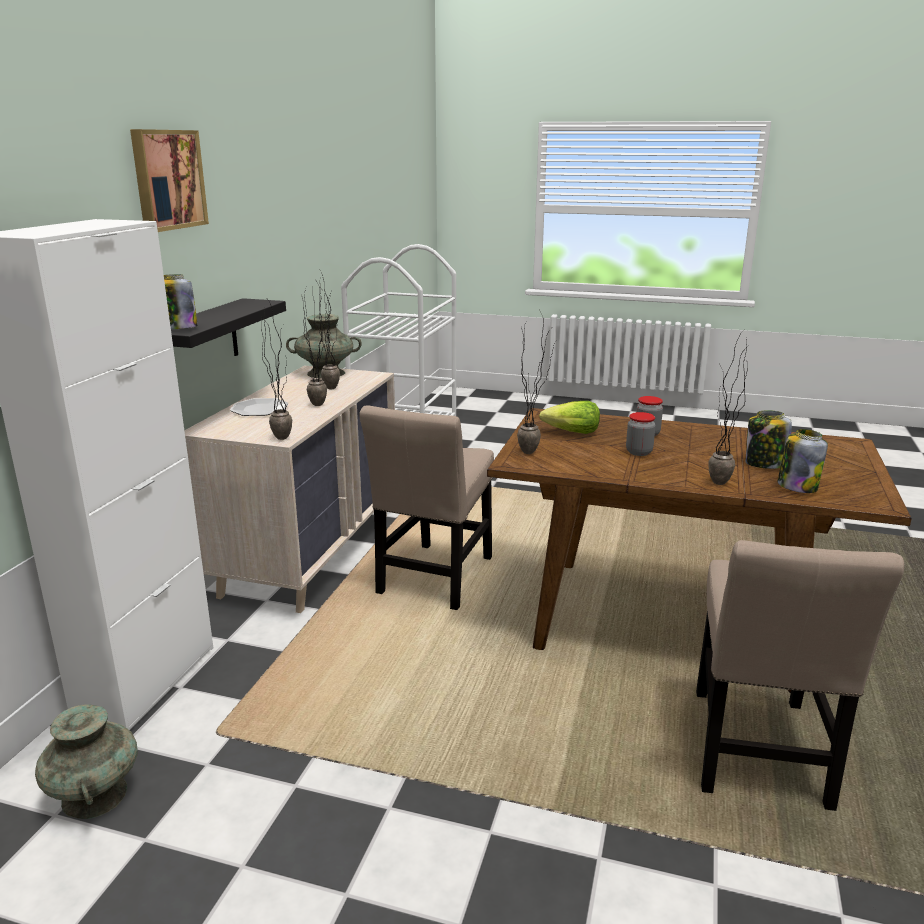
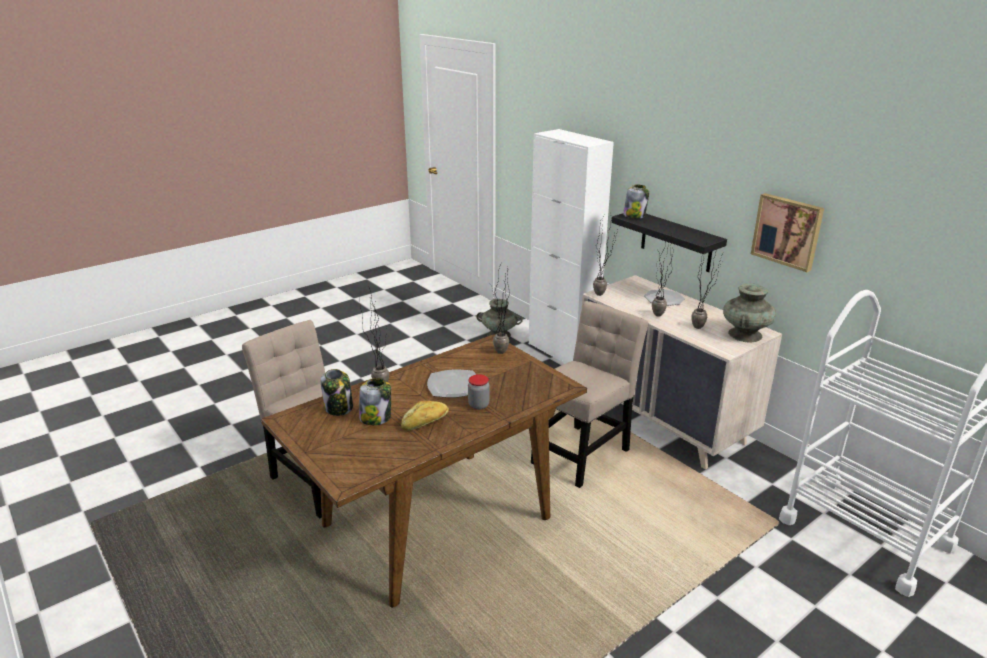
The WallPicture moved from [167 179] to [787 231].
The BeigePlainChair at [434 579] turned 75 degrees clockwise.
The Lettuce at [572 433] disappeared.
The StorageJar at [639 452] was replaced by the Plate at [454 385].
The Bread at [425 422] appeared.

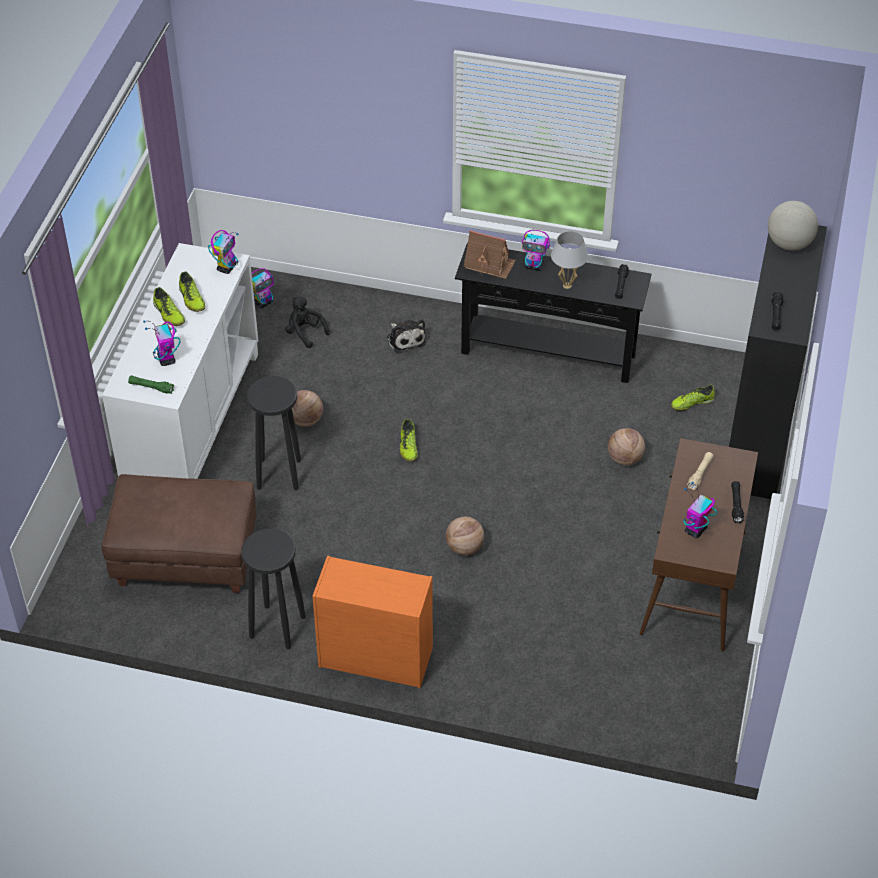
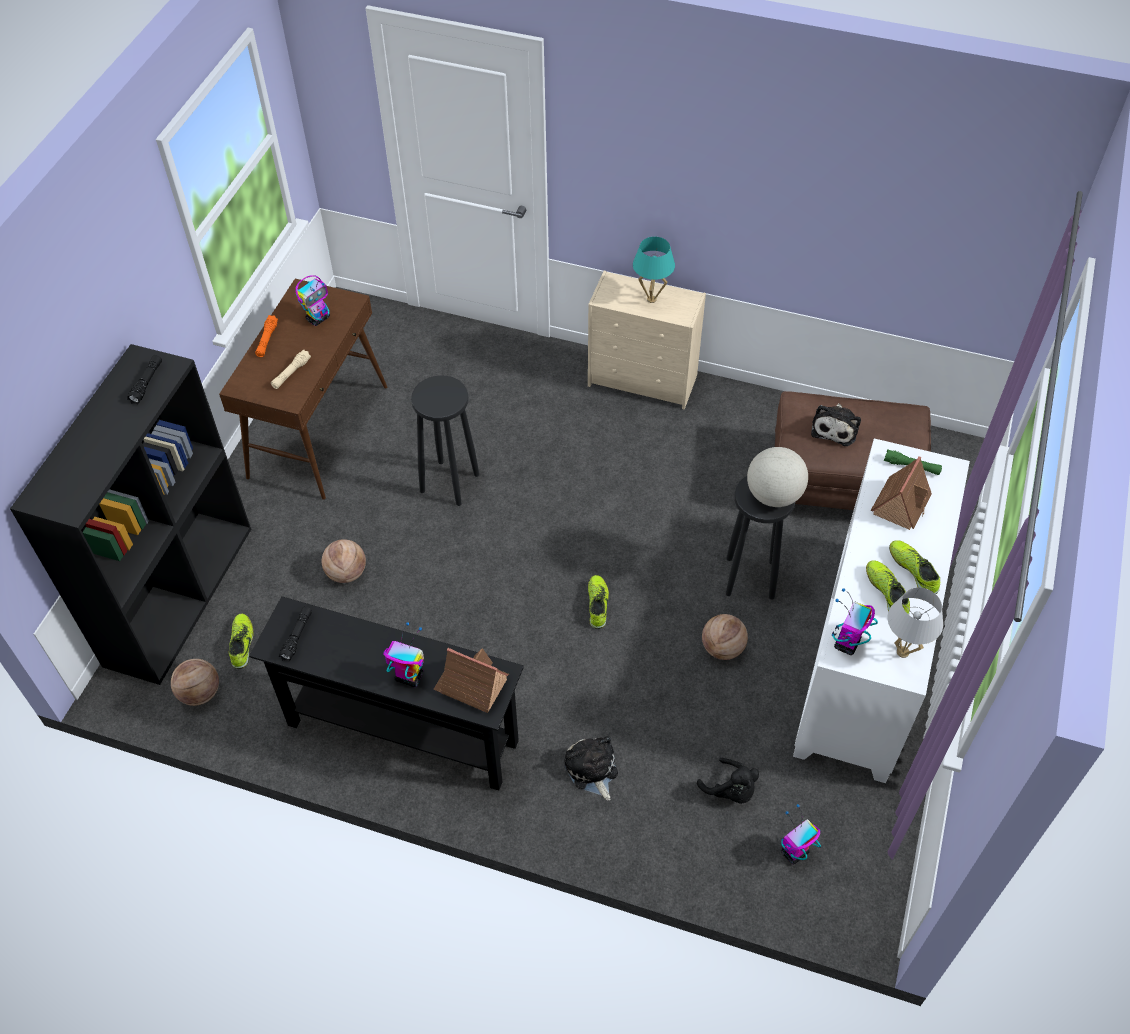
The RobotFigure at [166 359] was replaced by the ToyHouse at [901 503].
The BlackColouredStool moved from [277 627] to [450 482].
The OrangeColouredDresser at [374 657] became the BeigeDresser at [644 381].
The Basketball moved from [464 547] to [200 693].
The WhitishLampForATable moved from [567 286] to [903 652].
The LowShoe at [692 403] turned 75 degrees counterclockwise.
The BlackColouredTorch at [736 505] became the OrangeColouredTorch at [267 340].
The DeskGlobe moved from [789 244] to [774 495].
The BlueGreenLampForATable at [651 299] appeared.
The SoftToy at [835 428] appeared.

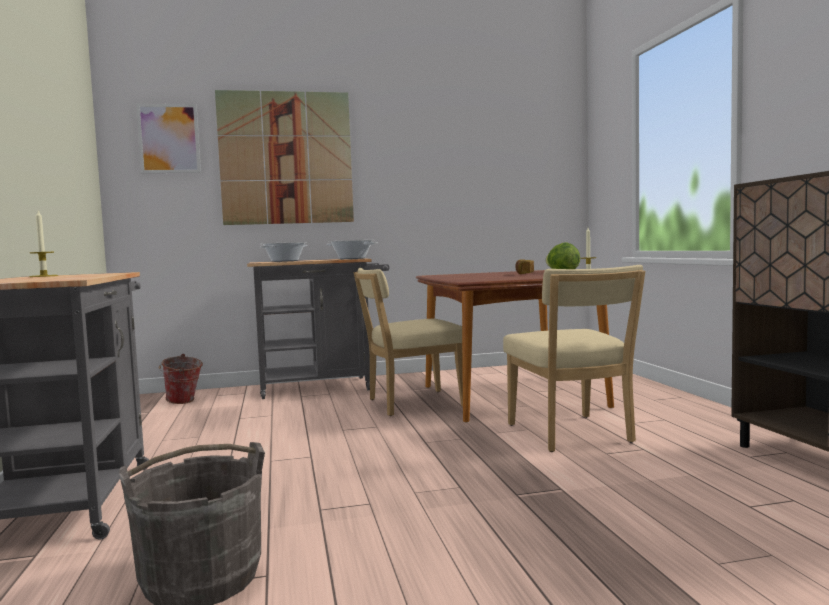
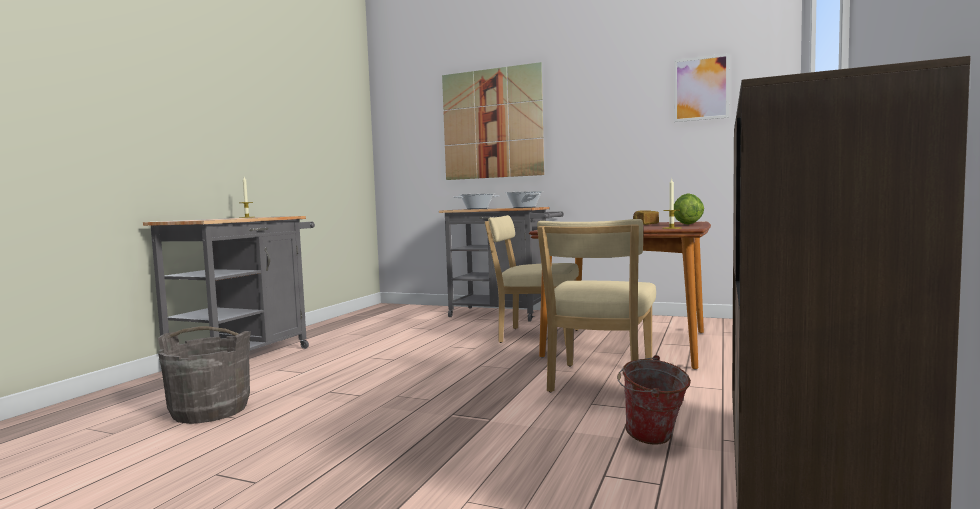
The WallPicture moved from [169 138] to [701 88].
The WaterBucket moved from [183 402] to [653 440].

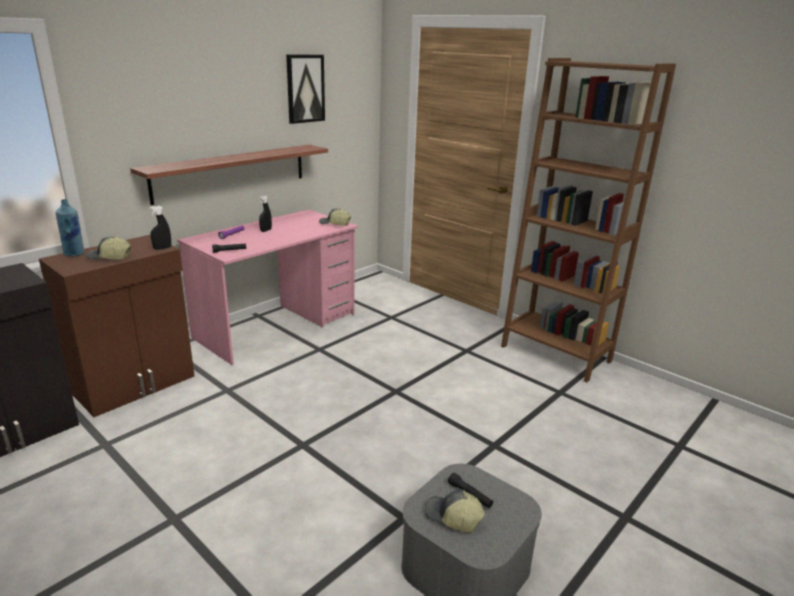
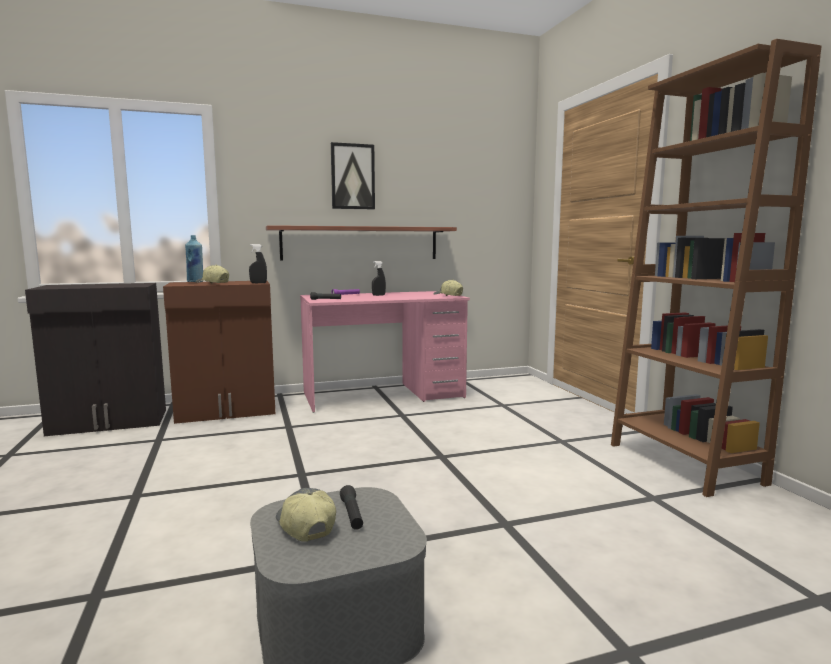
The WallPicture moved from [305 88] to [352 176].

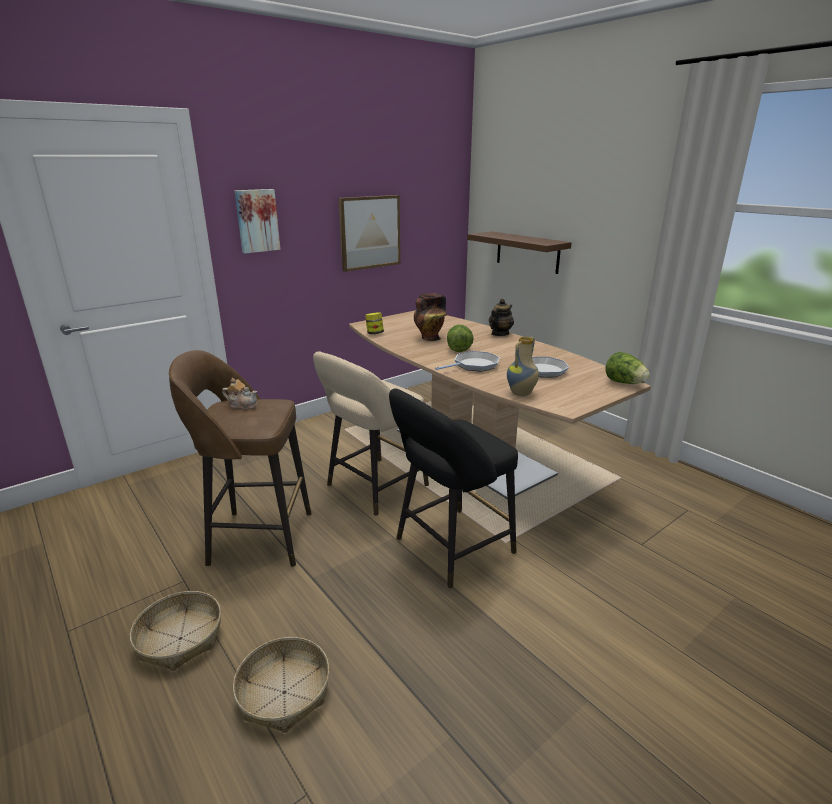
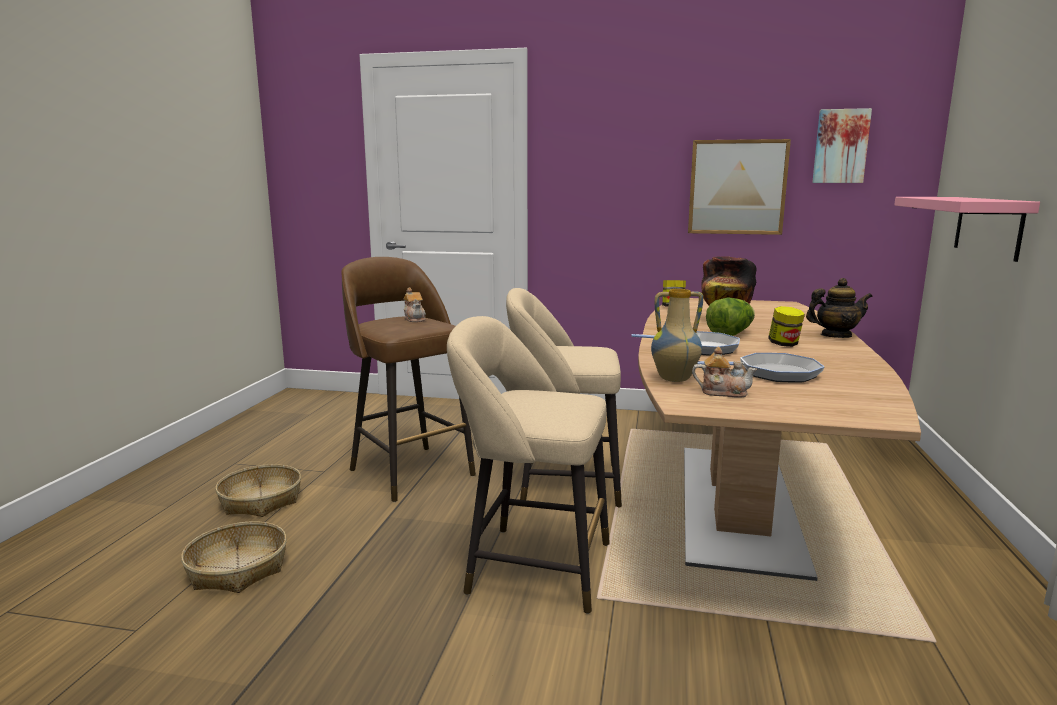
The WallPicture moved from [257 220] to [840 146].
The BlackColouredStool at [449 548] became the BeigeStool at [531 566].
The BrownColouredWallShelf at [527 252] became the PinkishWallShelf at [988 226].
The Lettuce at [625 383] disappeared.
The PotForTea at [722 392] appeared.
The StorageJar at [784 344] appeared.

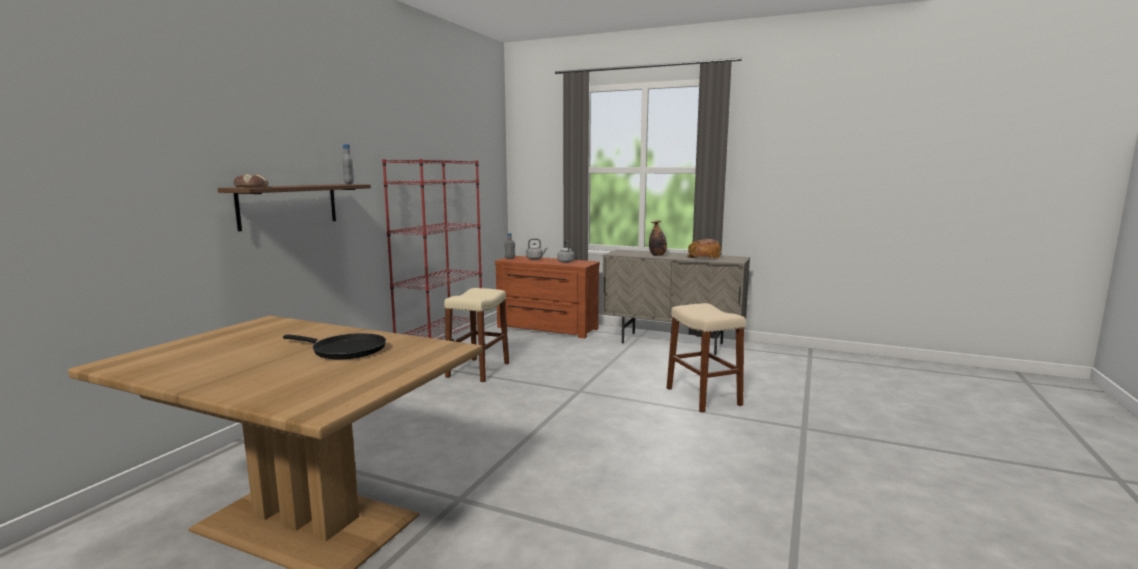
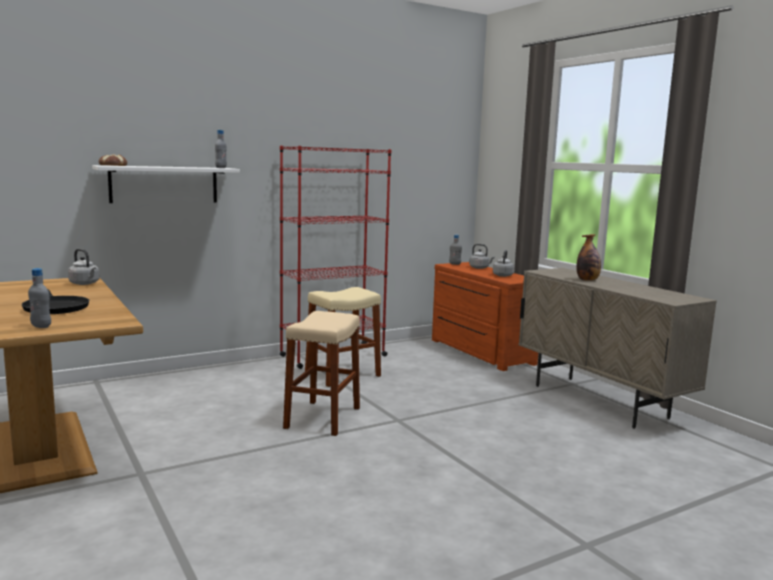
The BrownColouredWallShelf at [288 205] became the WhitishWallShelf at [164 184].
The BeigeStool moved from [703 396] to [323 418].
The Bread at [702 257] disappeared.
The GrayBeverageBottle at [41 326] appeared.
The GrayWaterKettle at [85 284] appeared.

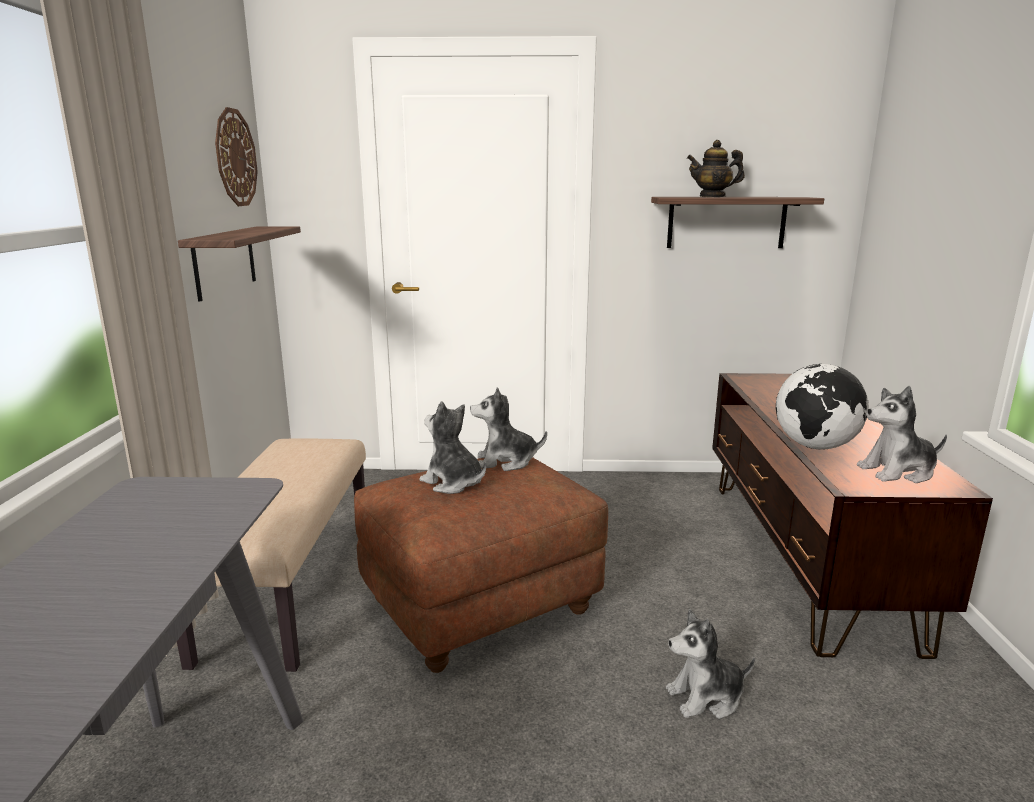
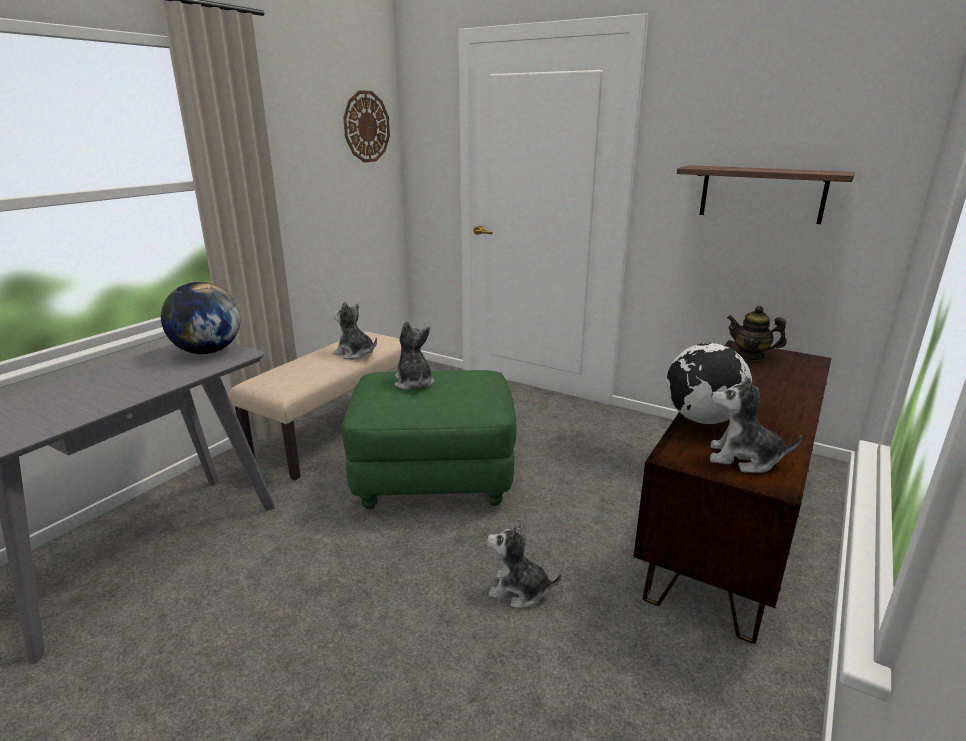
The WallShelf at [225 261] disappeared.
The BrownColouredFootrest at [481 605] became the GreenishFootrest at [434 478].
The SoftToy moved from [505 461] to [355 353].
The PotForTea moved from [713 196] to [750 356].
The DeskGlobe at [207 351] appeared.

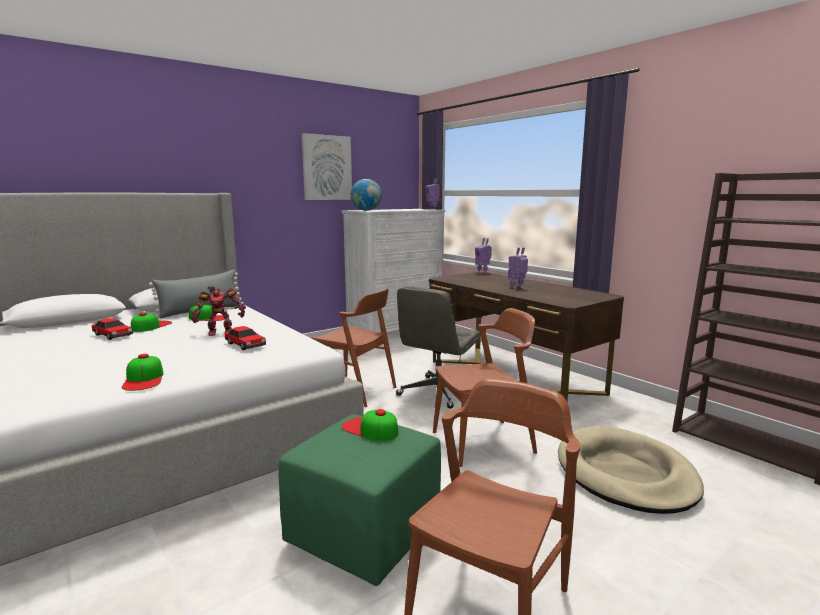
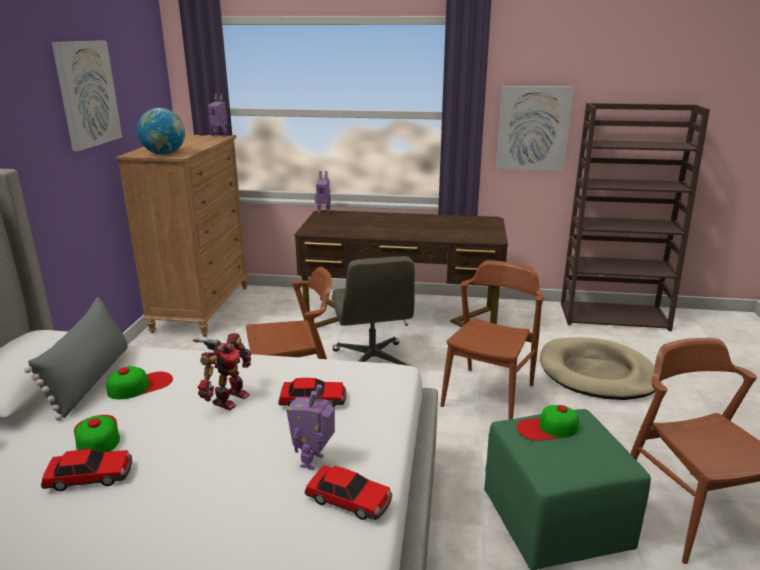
The PeakedCap at [144 379] was replaced by the ModelCar at [349 500].
The WhitishDresser at [395 334] became the BrownColouredDresser at [202 308].
The RobotFigure moved from [517 287] to [313 461].
The WallPicture at [533 128] appeared.

